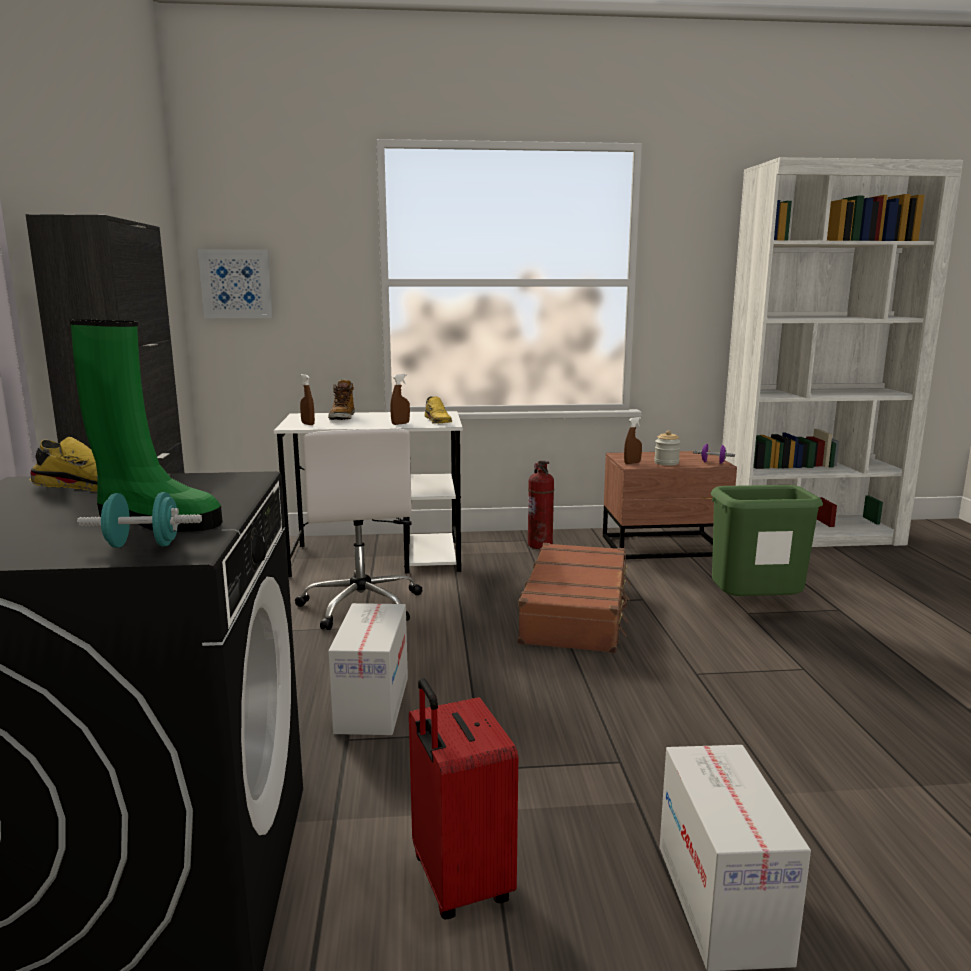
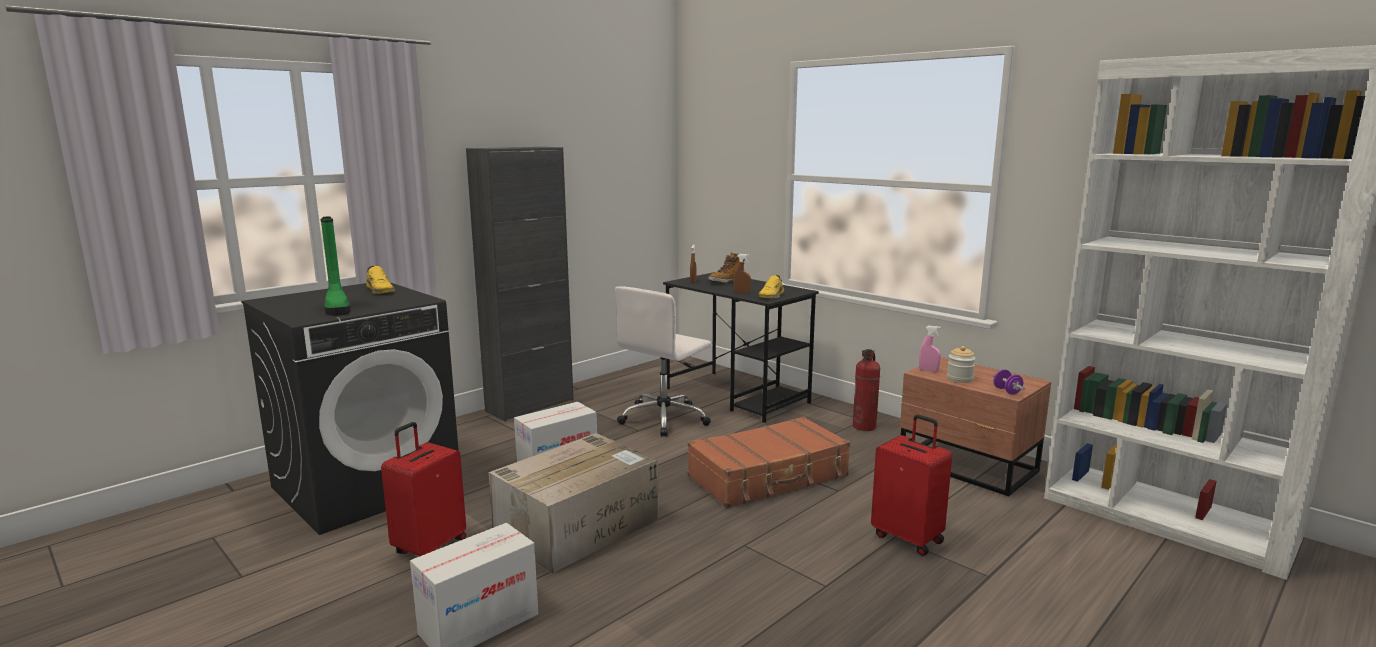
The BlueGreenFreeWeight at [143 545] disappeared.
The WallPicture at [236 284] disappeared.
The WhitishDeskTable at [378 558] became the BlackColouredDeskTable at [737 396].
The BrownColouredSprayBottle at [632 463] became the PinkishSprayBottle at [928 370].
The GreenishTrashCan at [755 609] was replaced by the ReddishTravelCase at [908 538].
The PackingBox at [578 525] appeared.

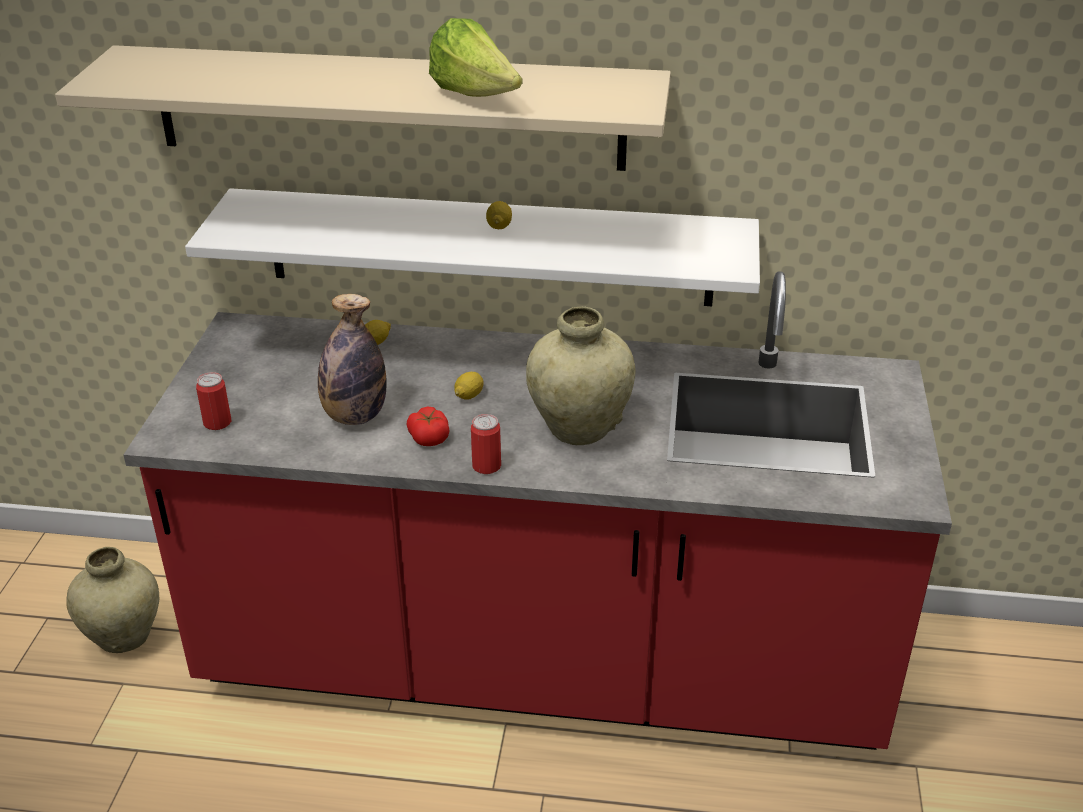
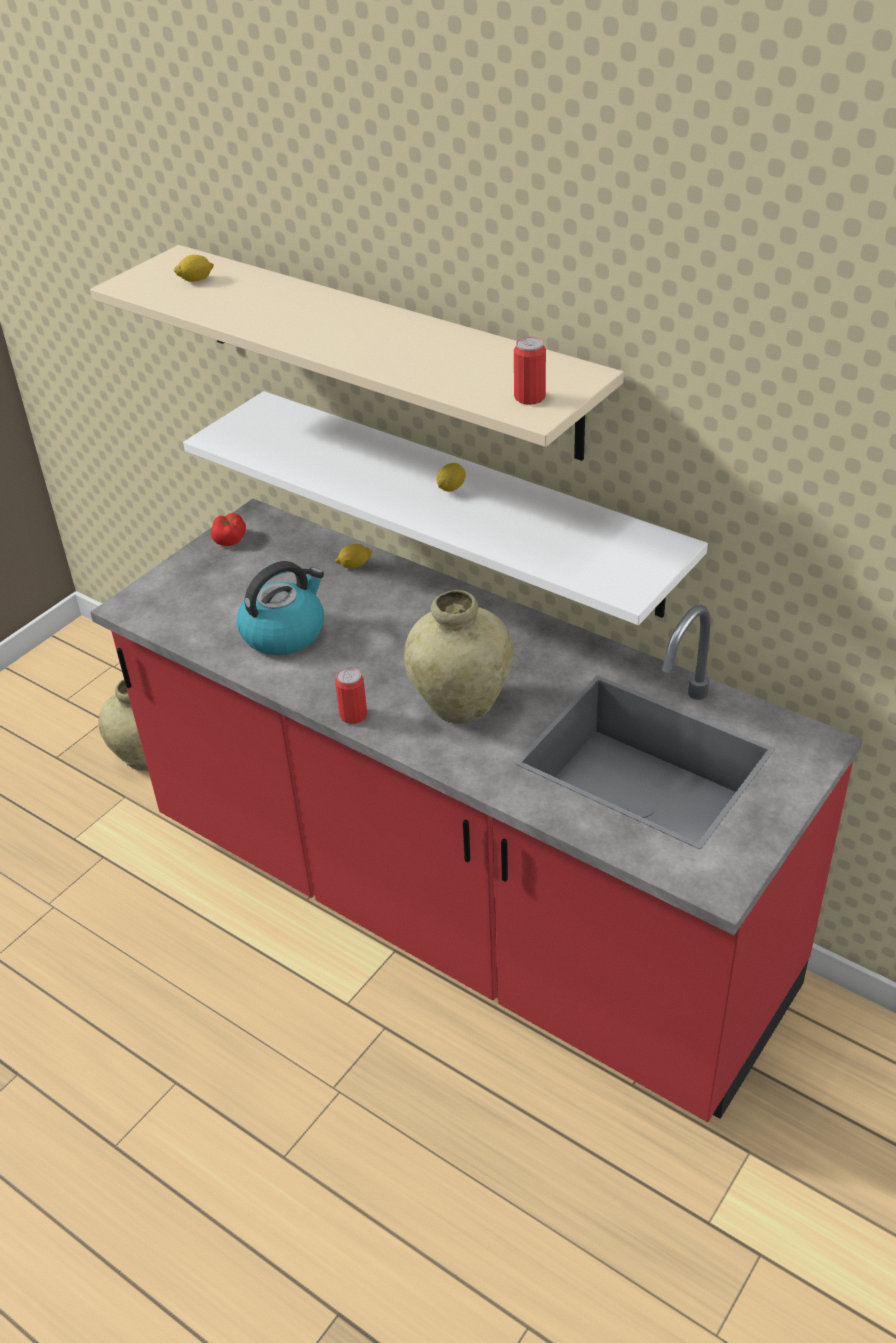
The SealedCan moved from [217 422] to [530 397].
The BeverageBottle at [355 416] was replaced by the WaterKettle at [284 632].
The FreshTomato moved from [429 437] to [230 538].
The Lettuce at [476 96] disappeared.
The WholeLemon moved from [469 395] to [196 280].

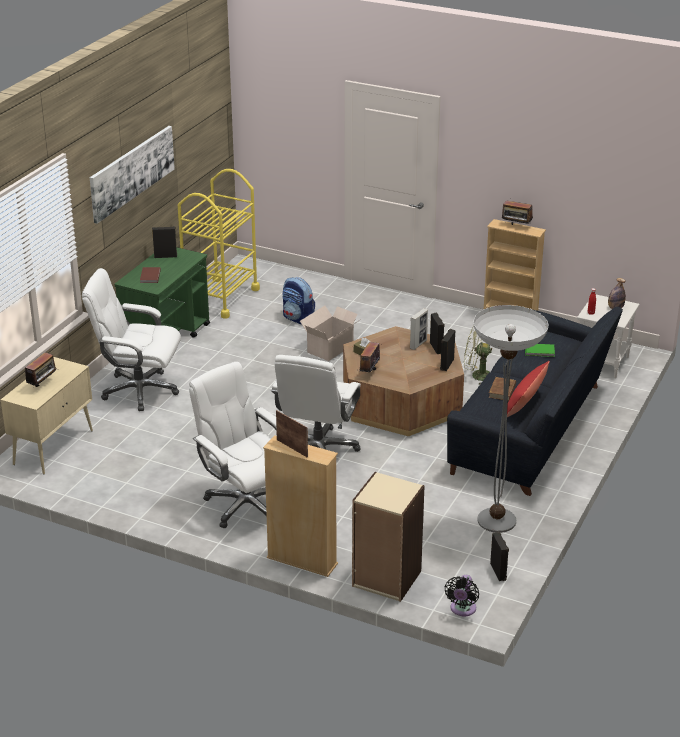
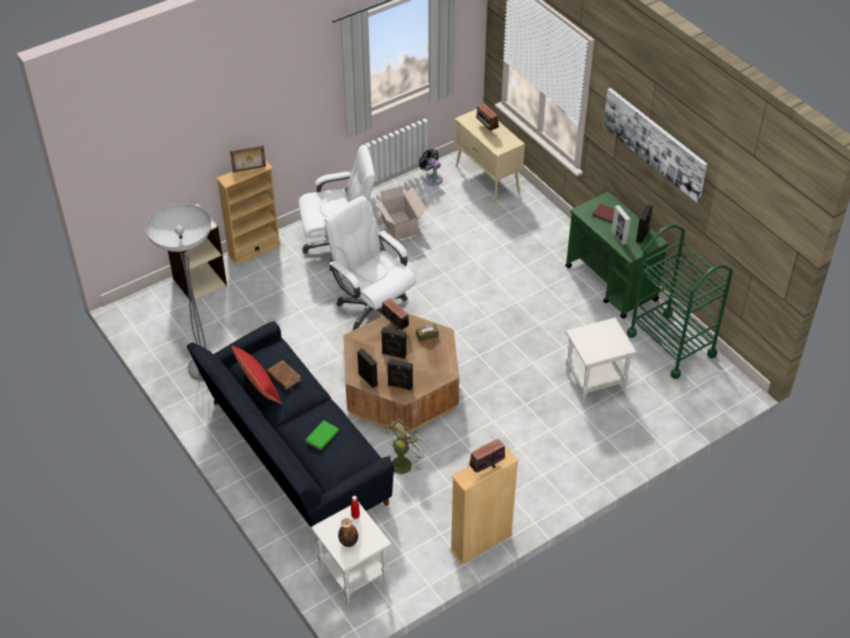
The WhitishDeskChair at [138 390] disappeared.
The YellowishTrolley at [220 298] became the GreenishTrolley at [671 344].
The Rucksack at [298 319] was replaced by the WhitishSideTable at [594 383].
The PackingBox moved from [331 348] to [400 226].
The PictureFrame moved from [418 344] to [619 237].
The BlackColouredFan moved from [462 609] to [432 178].
The BlackColouredLoudspeaker moved from [499 571] to [393 355].

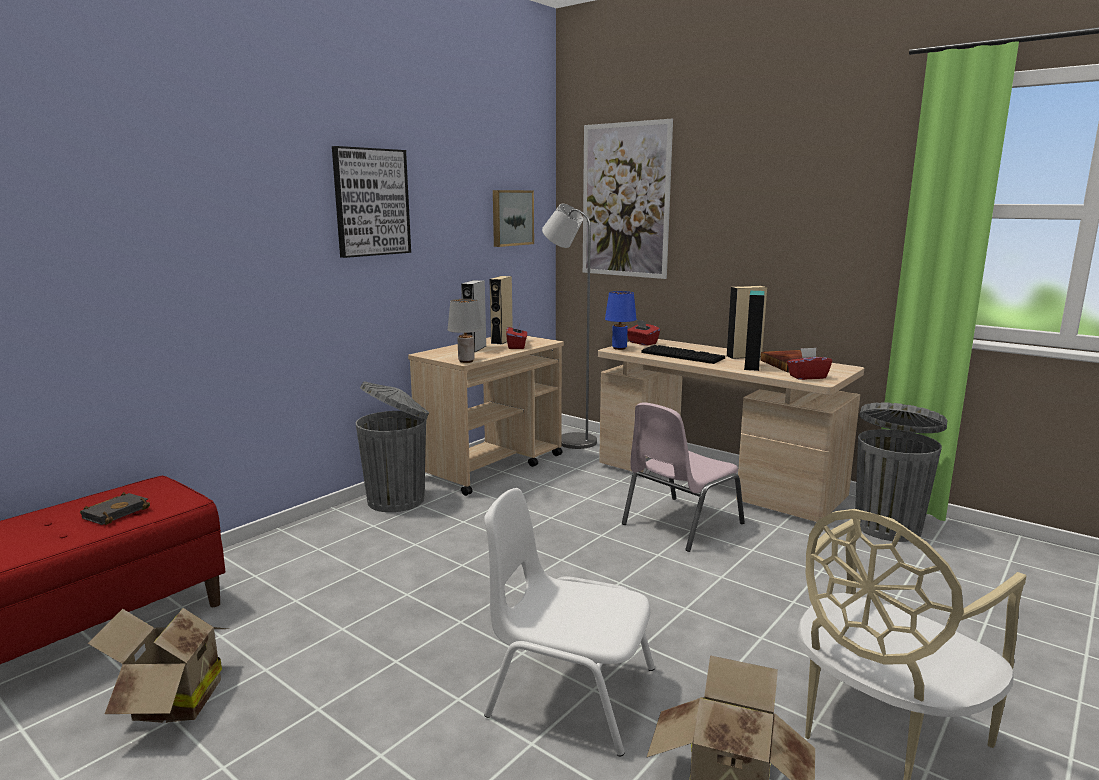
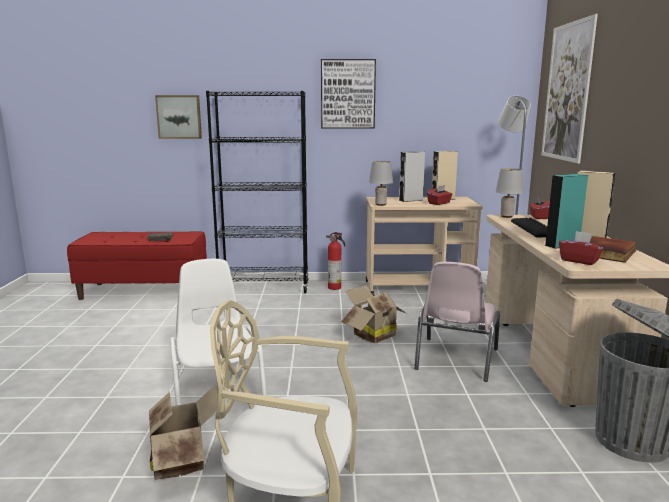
The PackingBox moved from [170 703] to [371 335].
The GrayTrashCan at [398 500] was replaced by the Extinguisher at [335 287].
The WallPicture moved from [511 218] to [179 117].
The BluishLampForATable at [619 348] became the GrayLampForATable at [506 216].
The PinkishPlainChair at [680 524] turned 75 degrees counterclockwise.
The BlackColouredBookcase at [264 288] appeared.

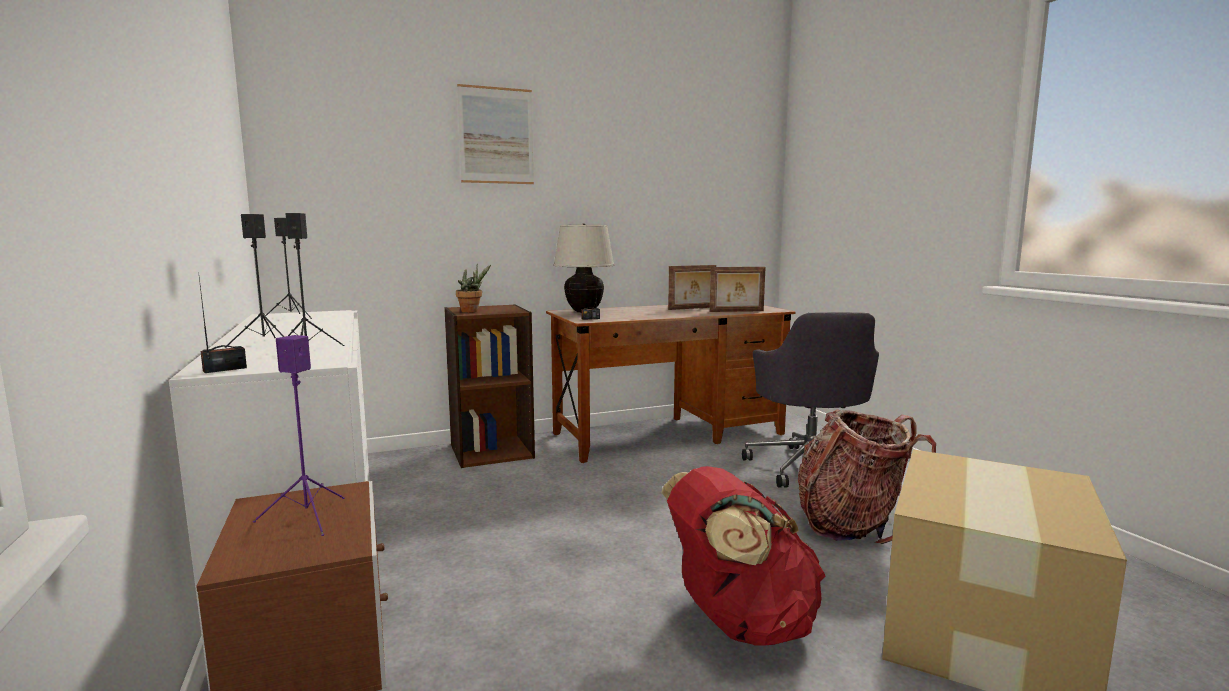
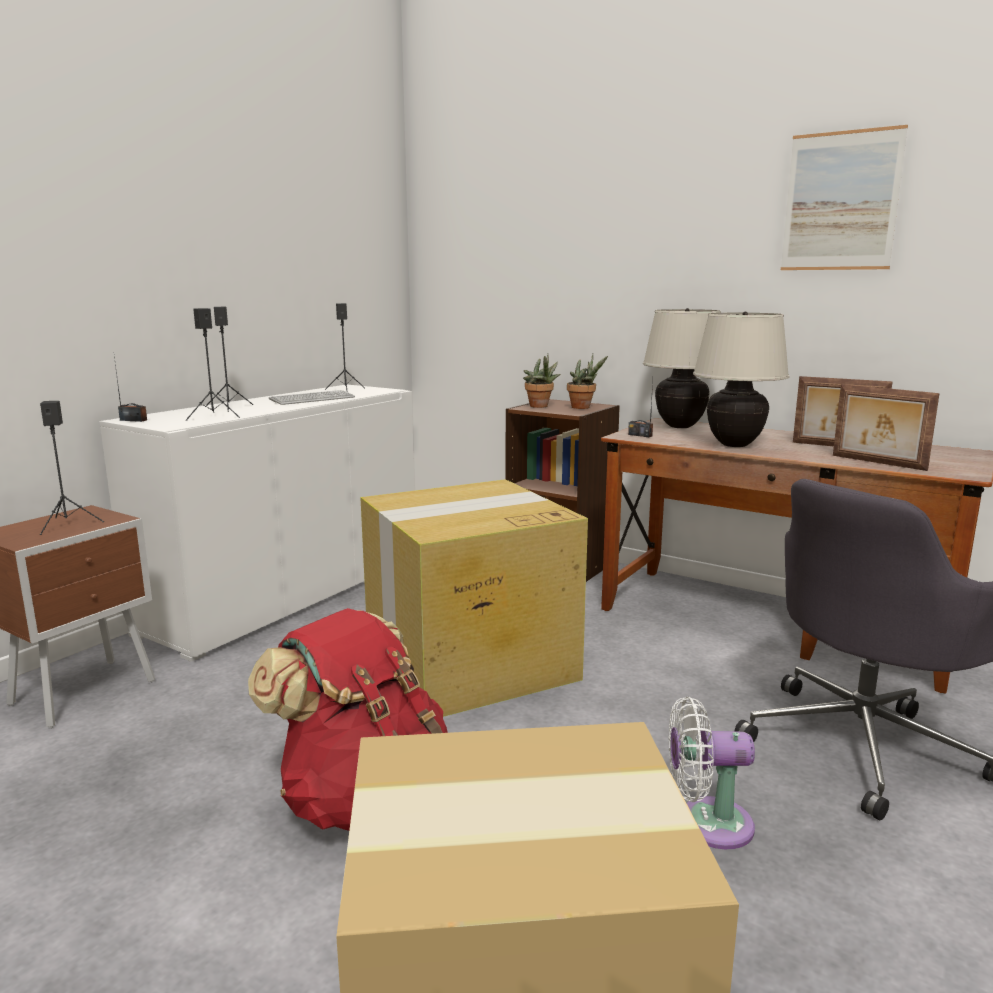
The PurpleLoudspeaker at [308 518] became the BlackColouredLoudspeaker at [66 524].
The WallPicture moved from [496 136] to [840 201].
The Rucksack at [851 524] was replaced by the WhitishFan at [707 823].
The Keyboard at [312 399] appeared.
The PackingBox at [467 663] appeared.
The PottedPlant at [583 407] appeared.
The BeigeLampForATable at [734 445] appeared.

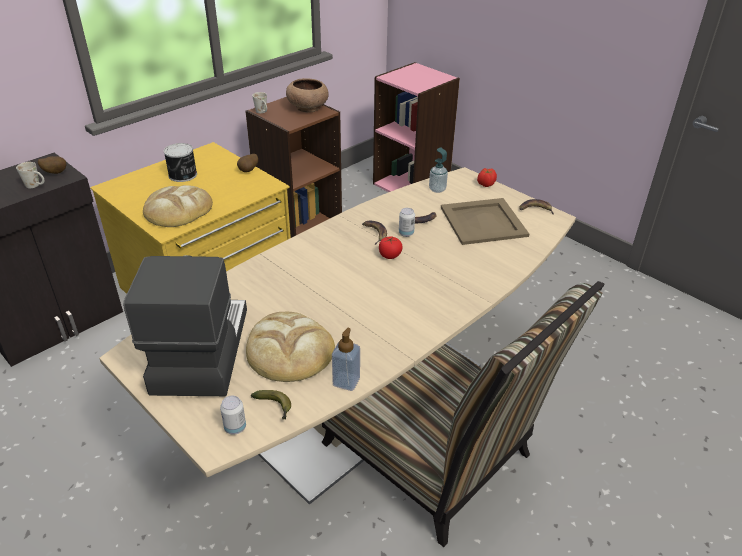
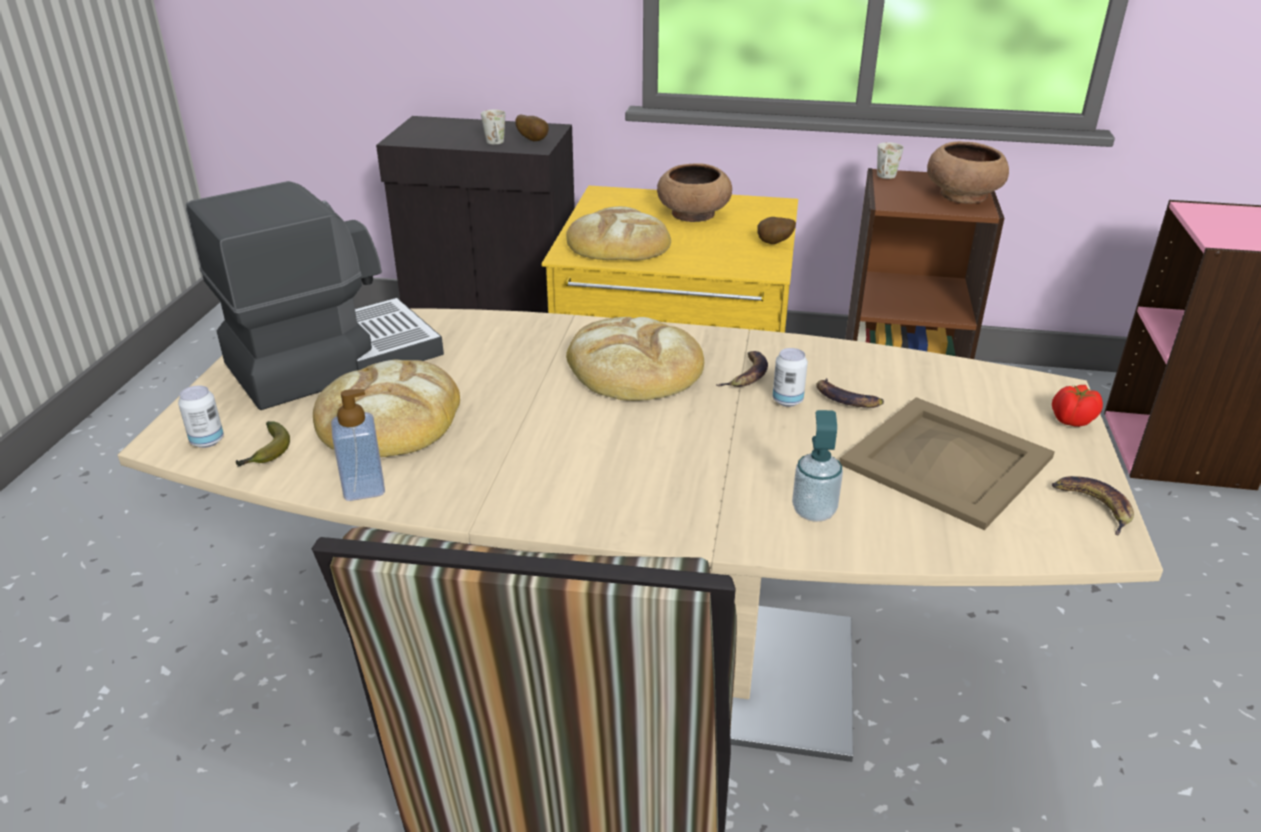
The SealedCan at [183 175] was replaced by the BrownColouredServingBowl at [693 215].
The FreshTomato at [390 255] disappeared.
The SoapDispenser moved from [437 189] to [814 511].
The Bread at [634 367] appeared.

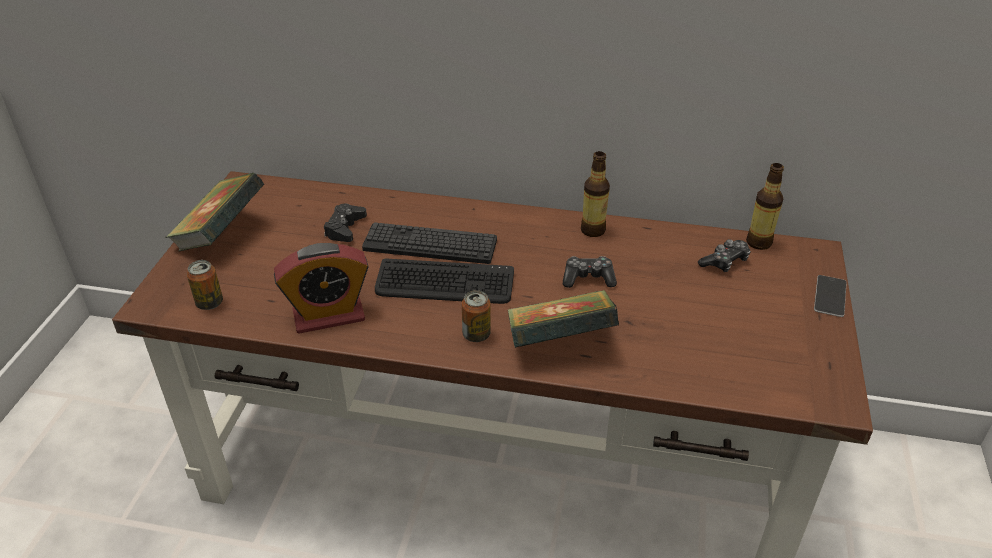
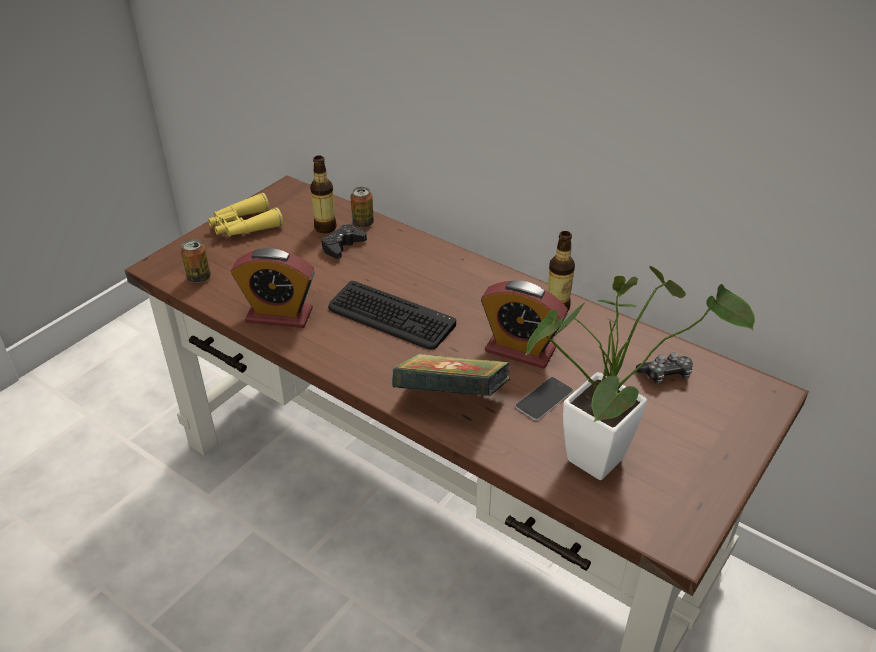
The Book at [221 235] was replaced by the YellowishPairOfBinoculars at [244 226].
The Keyboard at [430 244] disappeared.
The SealedCan moved from [476 334] to [363 223].
The Gamepad at [588 278] was replaced by the TableClock at [520 350].
The BeverageBottle moved from [758 242] to [325 228].
The Handset moved from [830 296] to [544 398].
The PottedPlant at [603 453] appeared.

